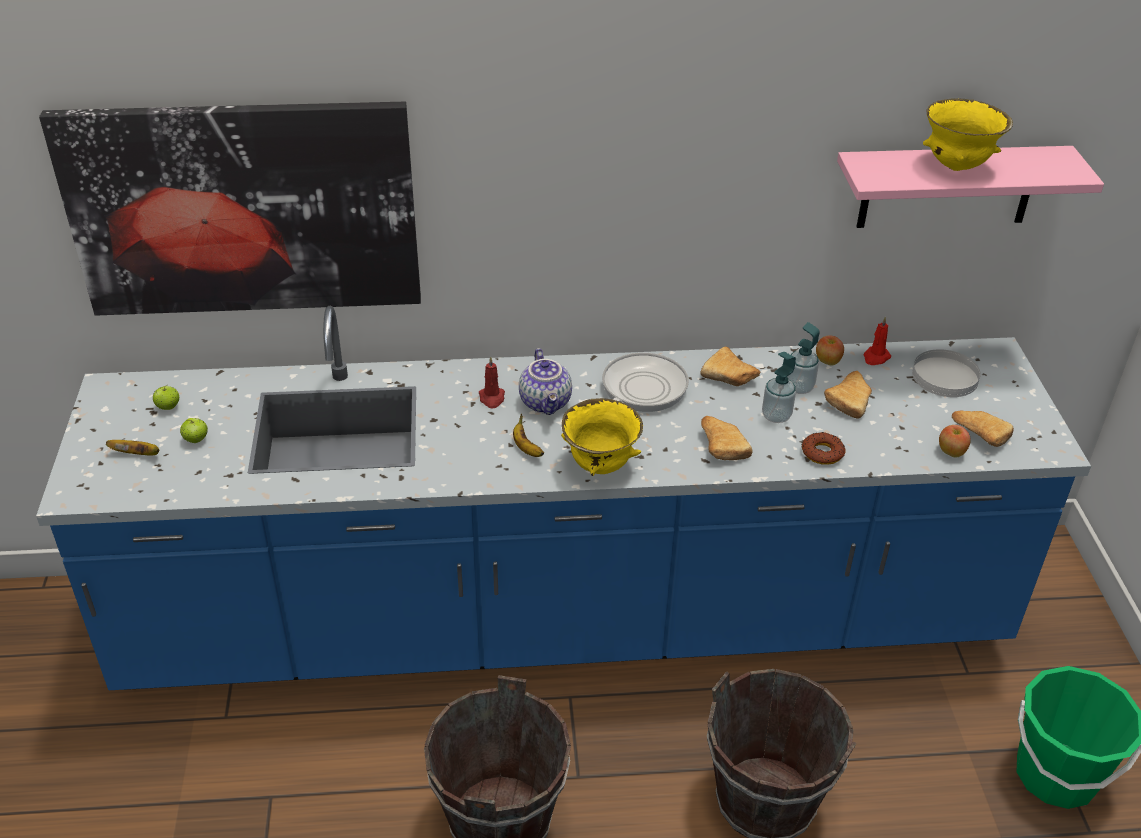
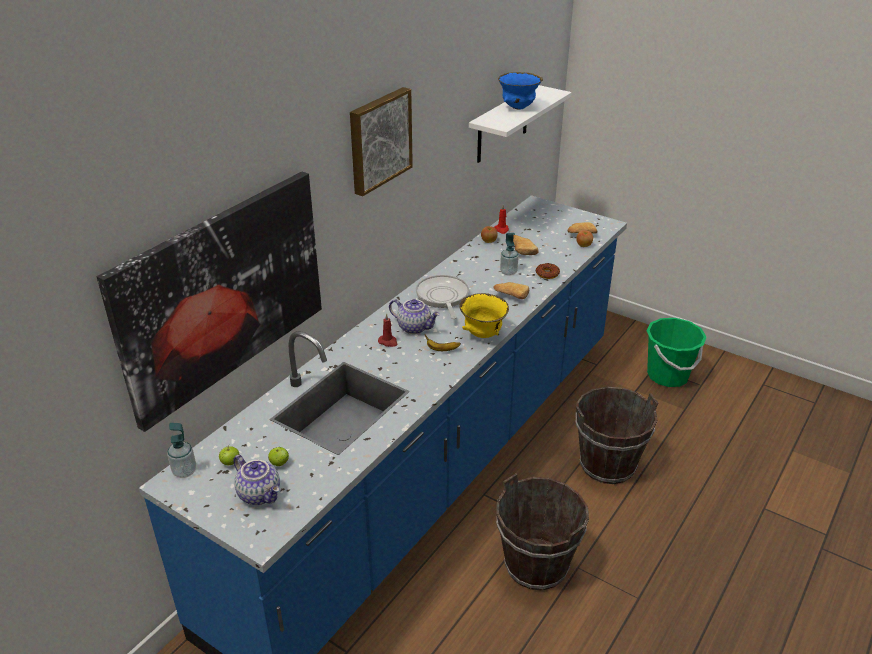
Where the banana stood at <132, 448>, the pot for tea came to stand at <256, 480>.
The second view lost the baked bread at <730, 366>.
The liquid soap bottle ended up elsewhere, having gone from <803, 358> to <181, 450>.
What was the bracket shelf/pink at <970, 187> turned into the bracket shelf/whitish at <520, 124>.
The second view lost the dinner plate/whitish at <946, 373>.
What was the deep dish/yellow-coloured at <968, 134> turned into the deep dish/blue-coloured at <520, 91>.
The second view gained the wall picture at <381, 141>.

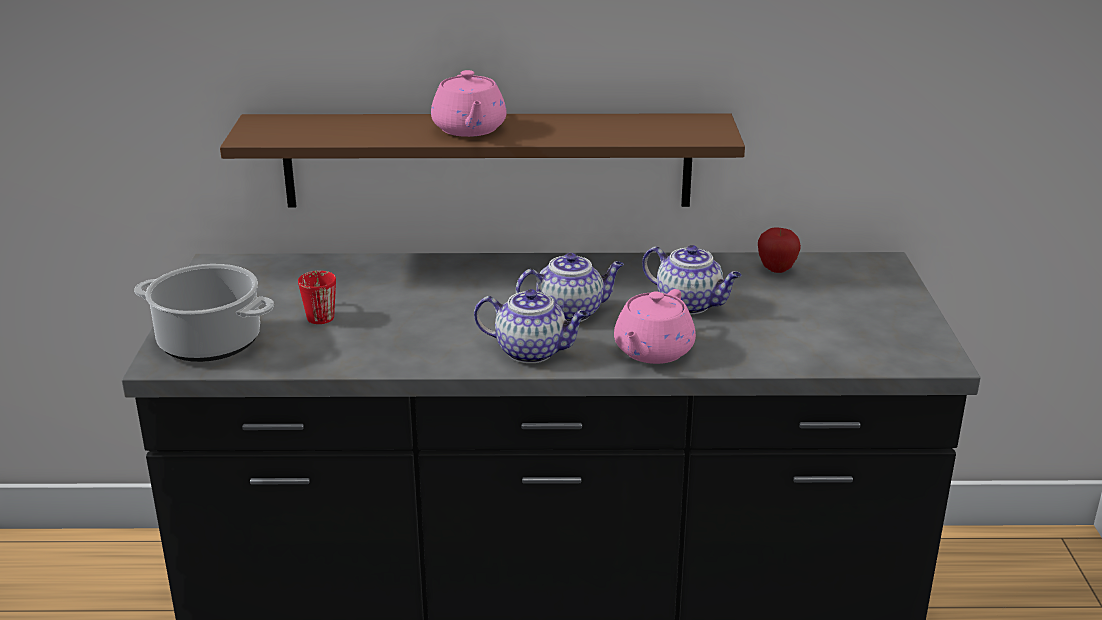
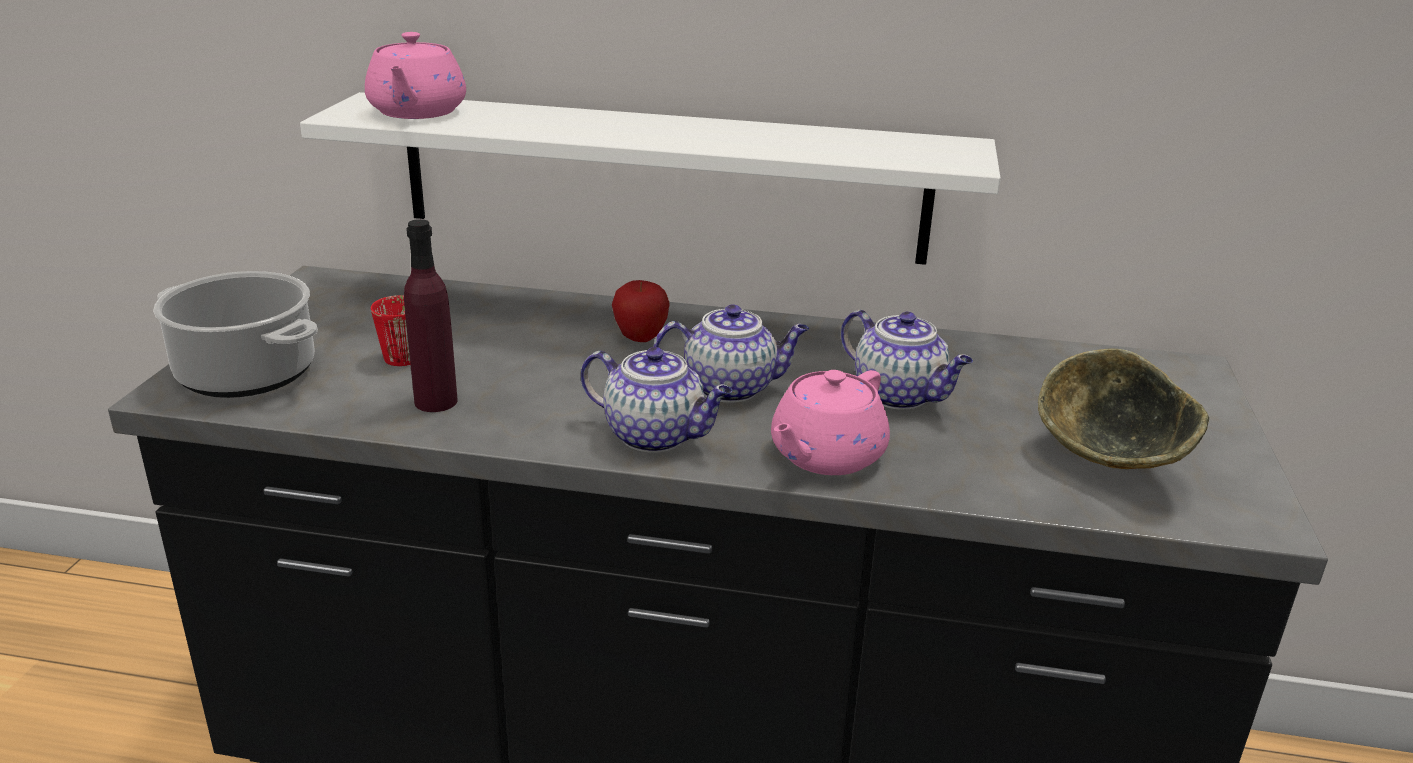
What was the bracket shelf/brown at <482, 160> turned into the bracket shelf/whitish at <650, 178>.
The pot for tea/pink ended up elsewhere, having gone from <469, 103> to <415, 75>.
The whole apple ended up elsewhere, having gone from <779, 250> to <641, 311>.
The second view gained the beverage bottle/purplish at <431, 315>.
The second view gained the deep dish at <1123, 409>.

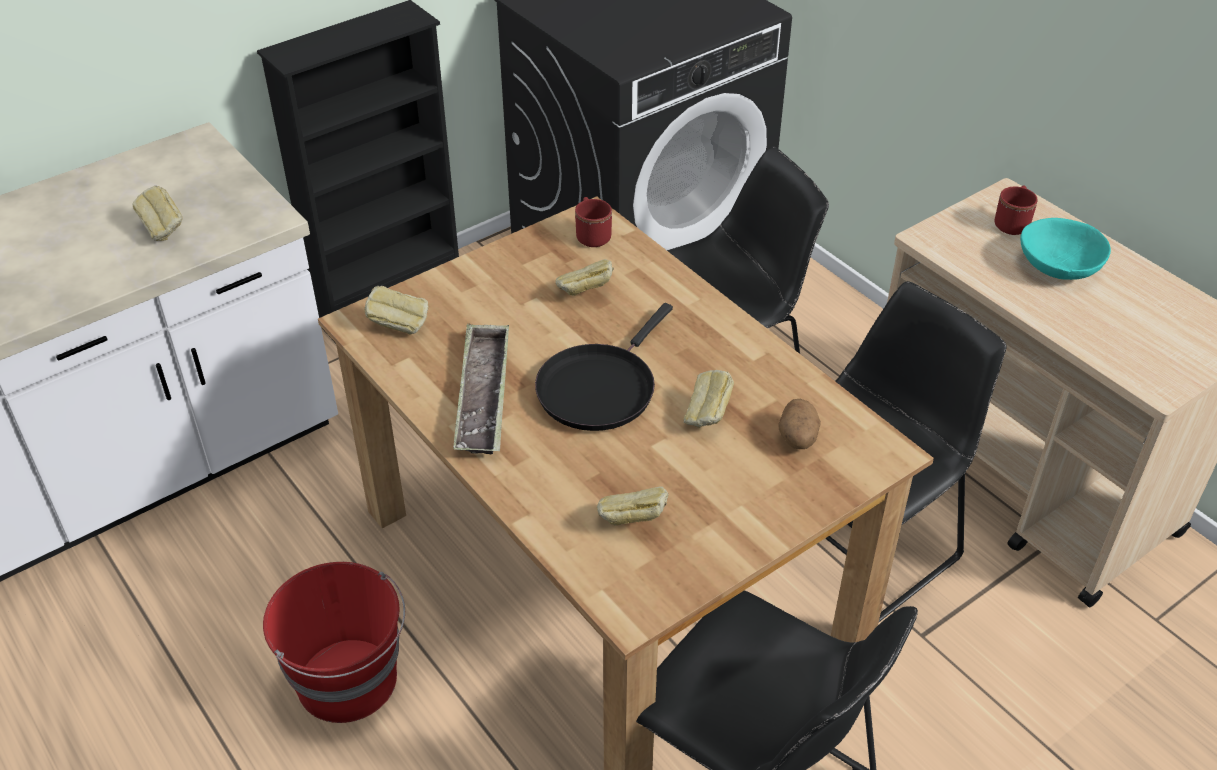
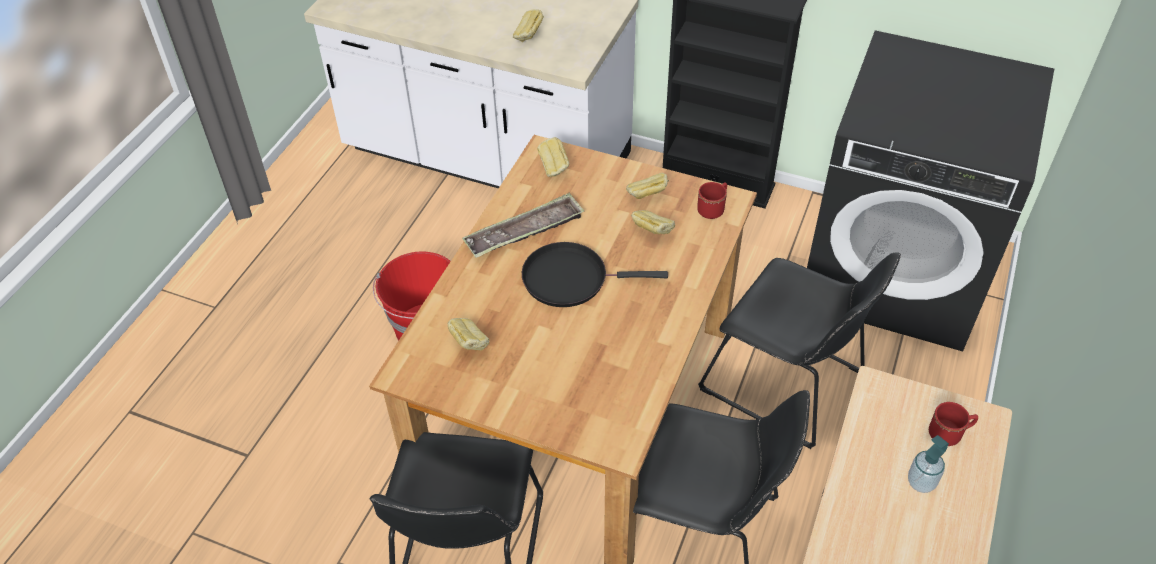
The baked bread ended up elsewhere, having gone from <709, 399> to <647, 186>.
The second view lost the potato at <799, 424>.
Where the deep dish/blue-green stood at <1065, 249>, the liquid soap bottle came to stand at <928, 464>.

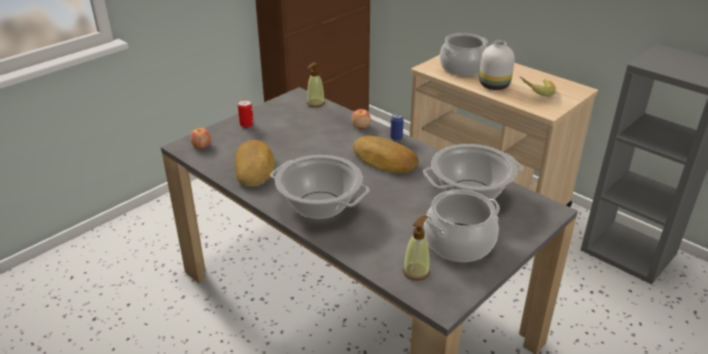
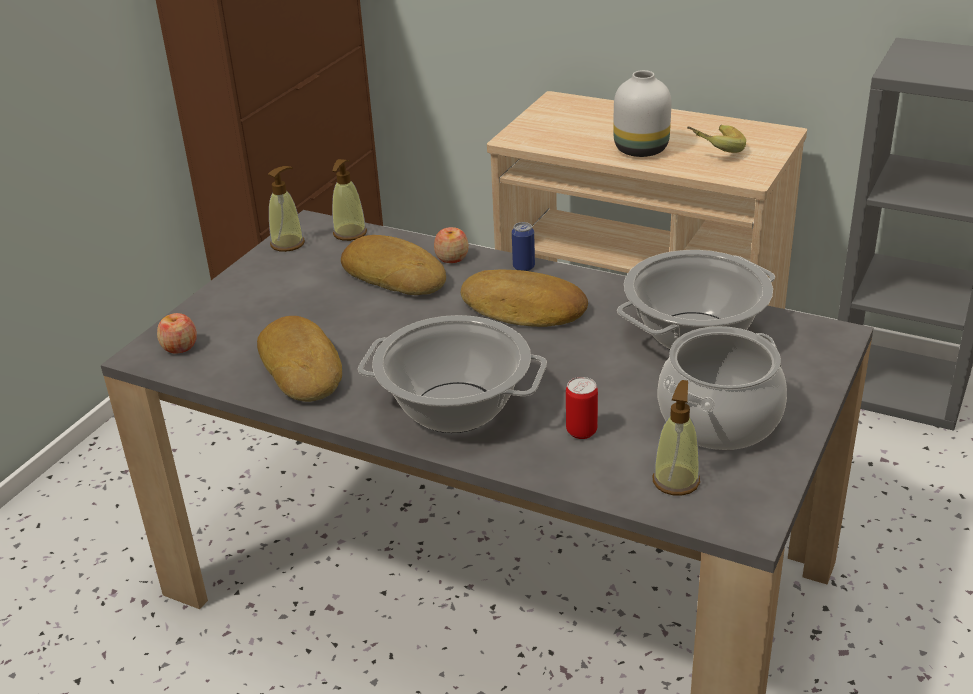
The metal can ended up elsewhere, having gone from <246, 114> to <582, 408>.
The second view lost the stockpot at <464, 54>.
The second view gained the liquid soap bottle at <286, 209>.
The second view gained the baked bread at <393, 265>.

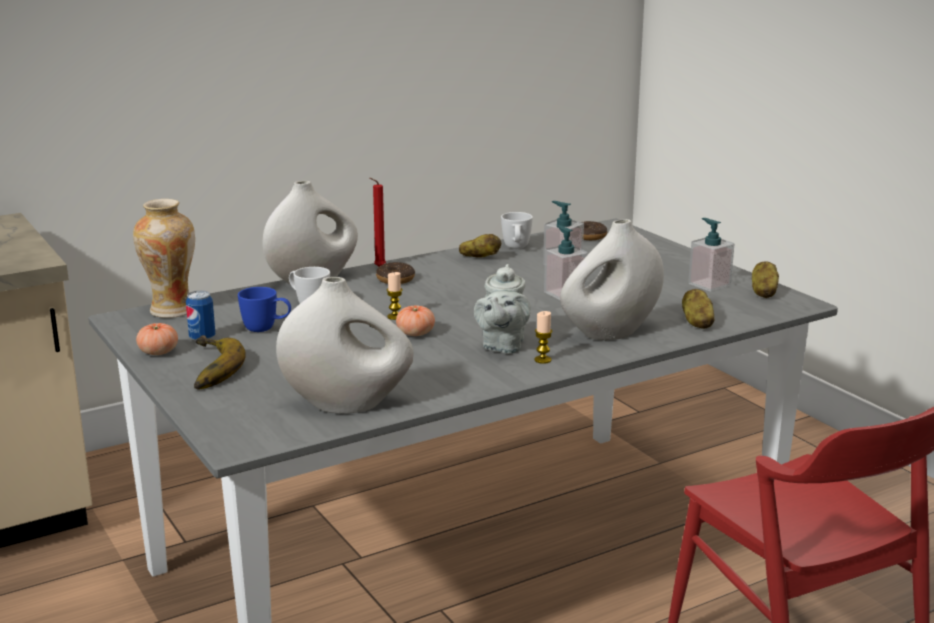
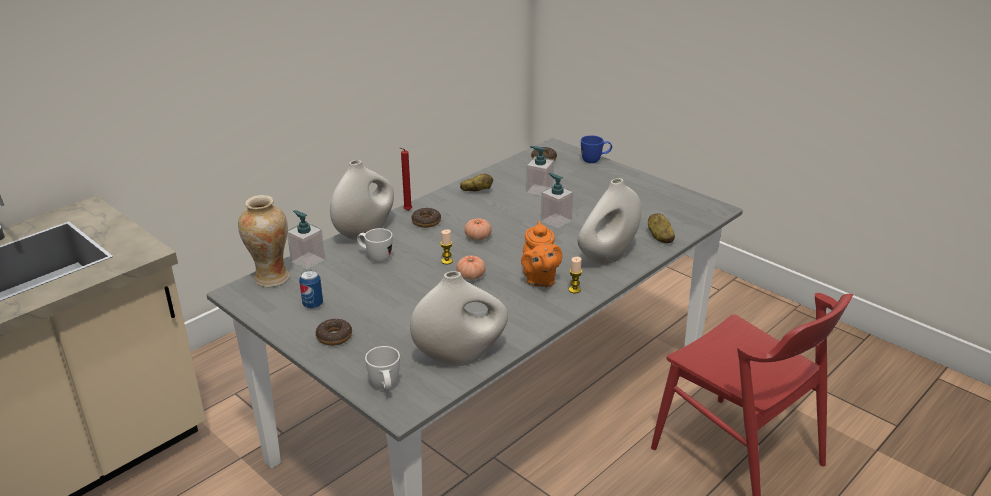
The whole tomato ended up elsewhere, having gone from <157, 339> to <478, 229>.
Where the banana stood at <220, 362>, the donut came to stand at <334, 332>.
The tea mug/blue-coloured ended up elsewhere, having gone from <264, 309> to <596, 149>.
What was the pot for tea/grey at <502, 309> turned into the pot for tea/orange-coloured at <541, 254>.
The tea mug/whitish ended up elsewhere, having gone from <517, 230> to <382, 367>.
The liquid soap bottle ended up elsewhere, having gone from <711, 255> to <306, 240>.
The second view lost the potato at <765, 279>.

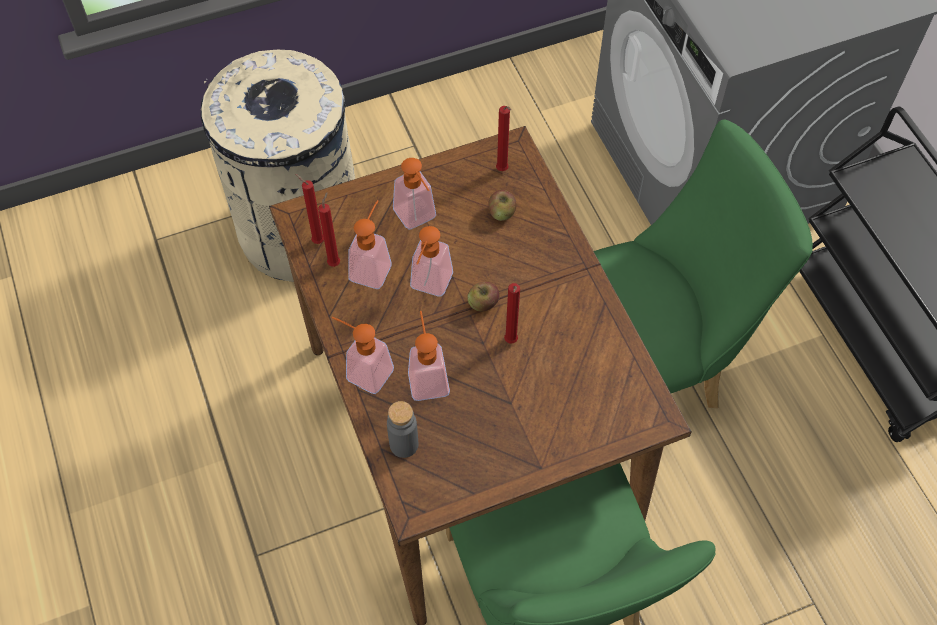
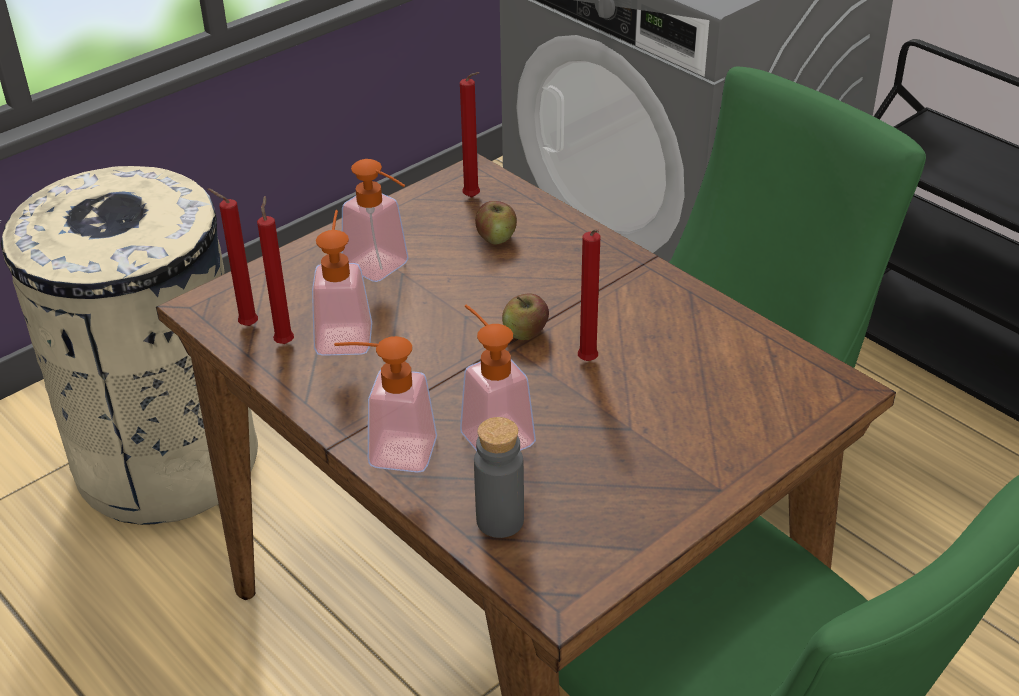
The second view lost the liquid soap bottle at <431, 261>.

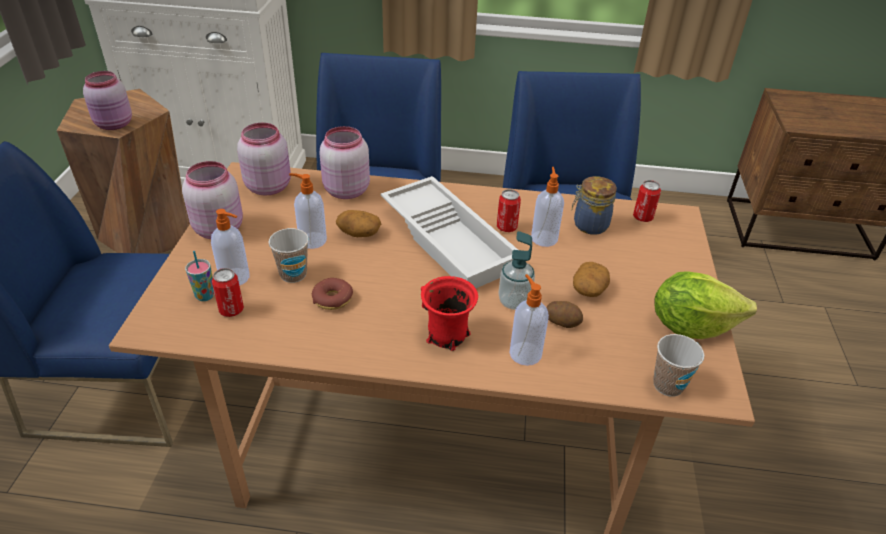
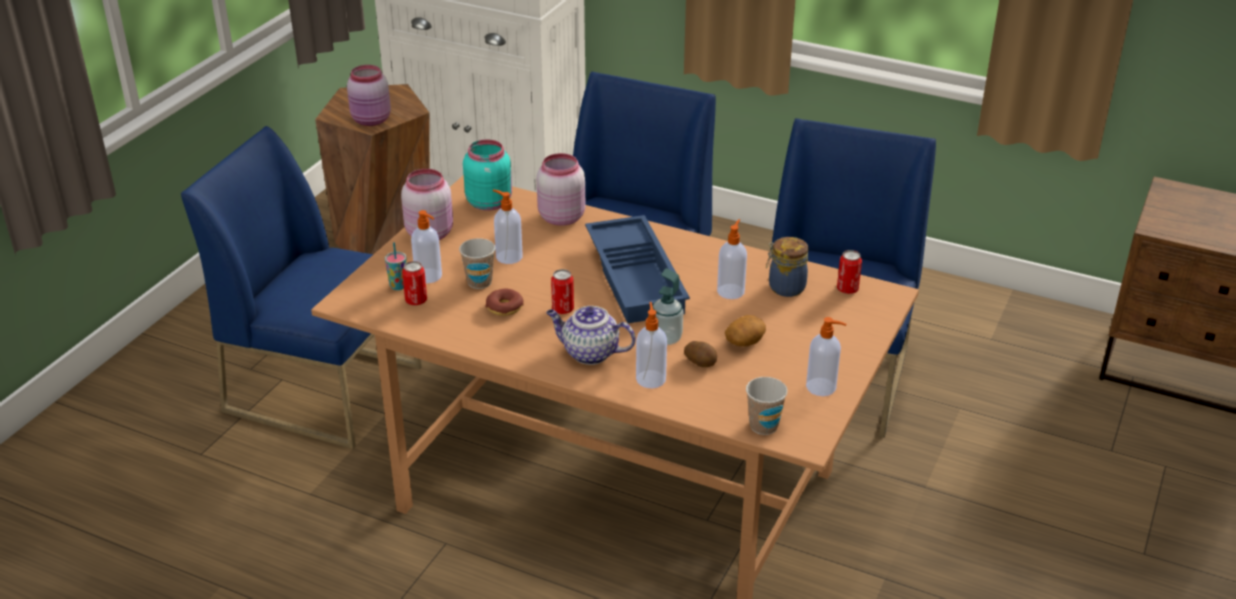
What was the storage jar/pink at <264, 159> turned into the storage jar/blue-green at <487, 175>.
The second view lost the potato at <358, 223>.
What was the tray/whitish at <449, 232> turned into the tray/blue-coloured at <637, 269>.
Where the tea mug/red stood at <449, 313>, the pot for tea came to stand at <591, 335>.
The metal can ended up elsewhere, having gone from <509, 210> to <562, 291>.
Where the lettuce head stood at <705, 305>, the liquid soap bottle came to stand at <826, 356>.

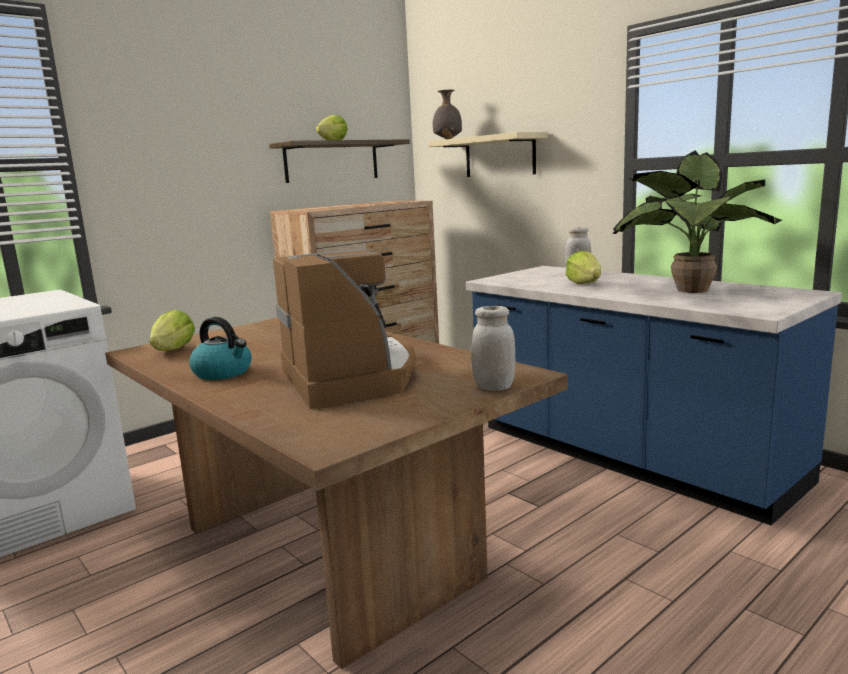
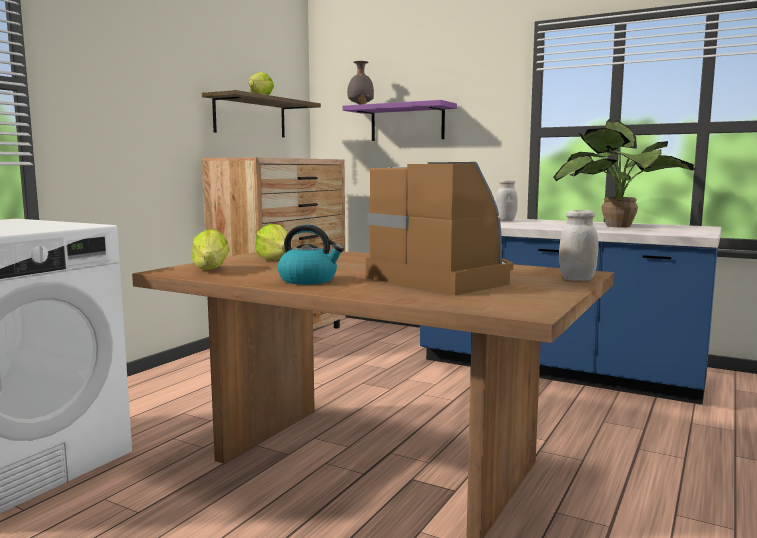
What was the bracket shelf/beige at <488, 154> turned into the bracket shelf/purplish at <400, 120>.
The lettuce head ended up elsewhere, having gone from <583, 267> to <273, 242>.

